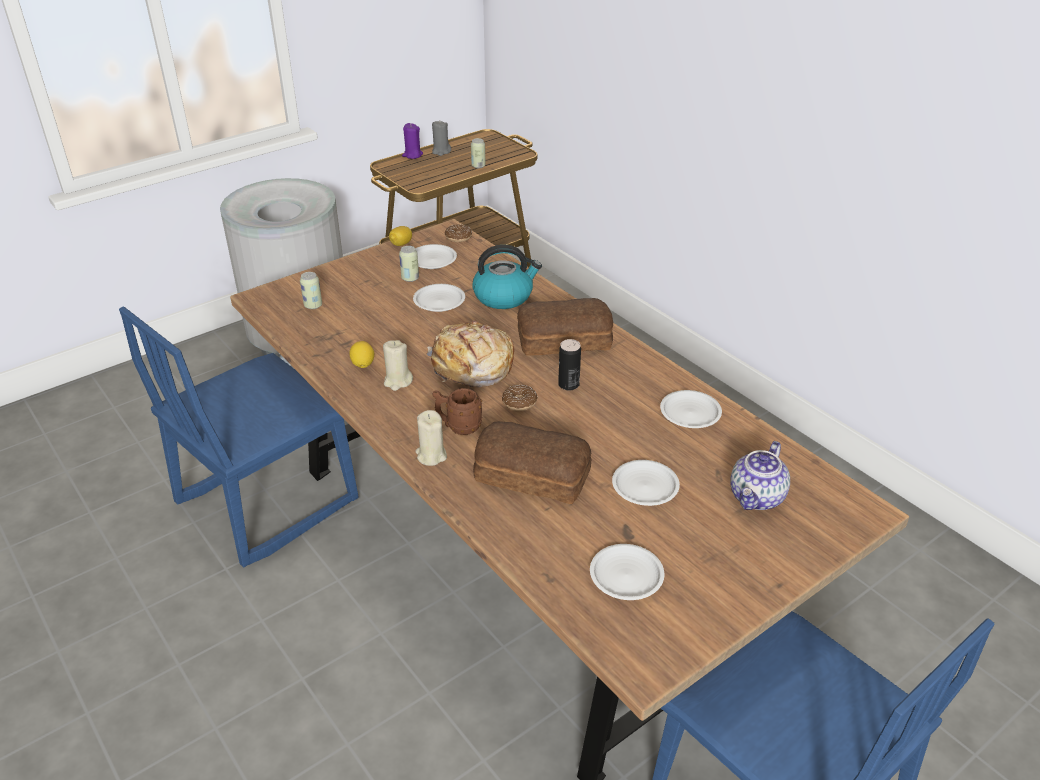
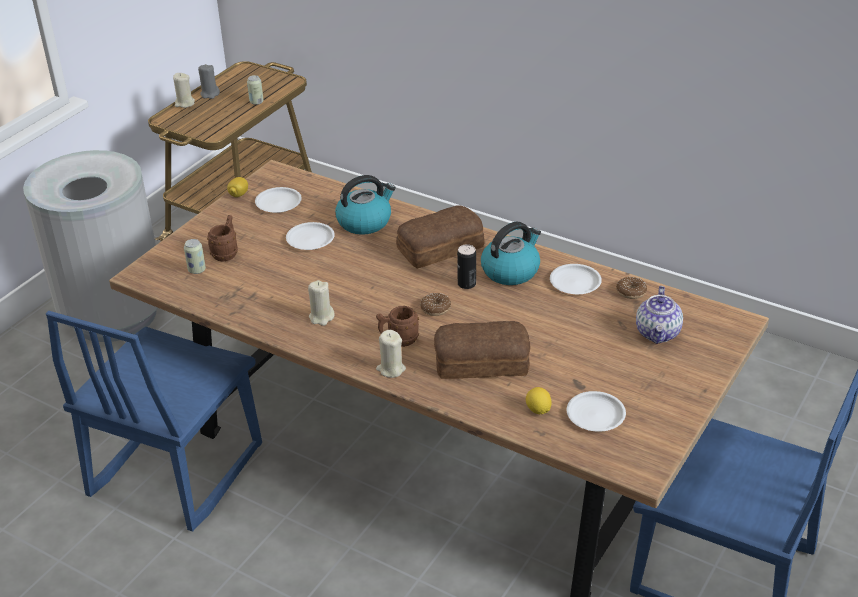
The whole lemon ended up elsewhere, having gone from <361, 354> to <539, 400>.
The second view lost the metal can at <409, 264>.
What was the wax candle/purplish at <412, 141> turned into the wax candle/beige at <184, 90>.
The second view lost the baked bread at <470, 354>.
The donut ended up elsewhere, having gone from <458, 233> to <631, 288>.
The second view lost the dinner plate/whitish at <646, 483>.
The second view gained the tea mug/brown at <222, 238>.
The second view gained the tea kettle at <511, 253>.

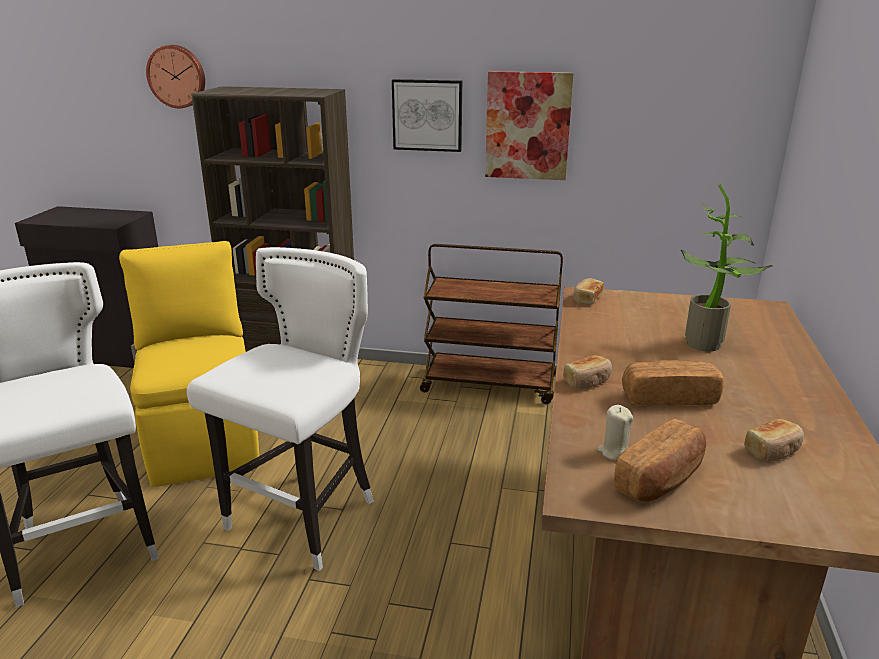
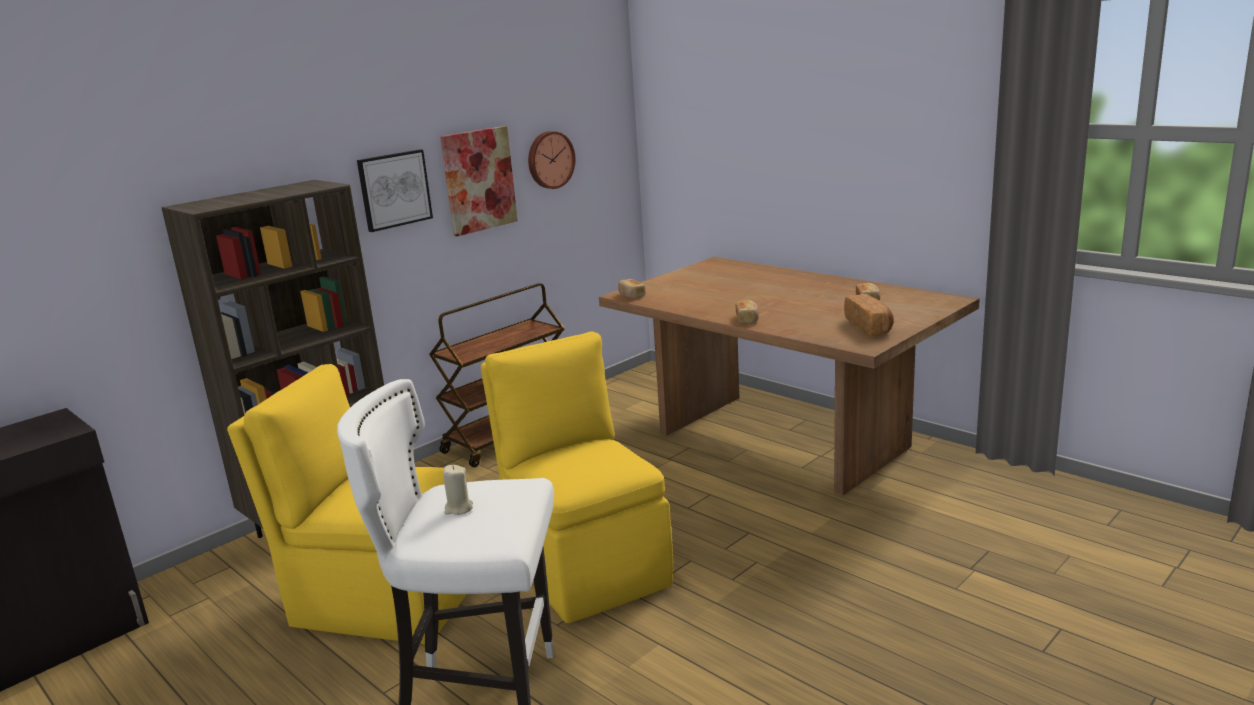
The clock on the wall ended up elsewhere, having gone from <175, 76> to <551, 160>.
Where the stool/whitish stood at <280, 409>, the upright chair/yellow-coloured came to stand at <577, 477>.
The wax candle/beige ended up elsewhere, having gone from <615, 433> to <458, 490>.
The second view lost the baked bread at <673, 383>.
The second view lost the plant in a pot at <726, 267>.

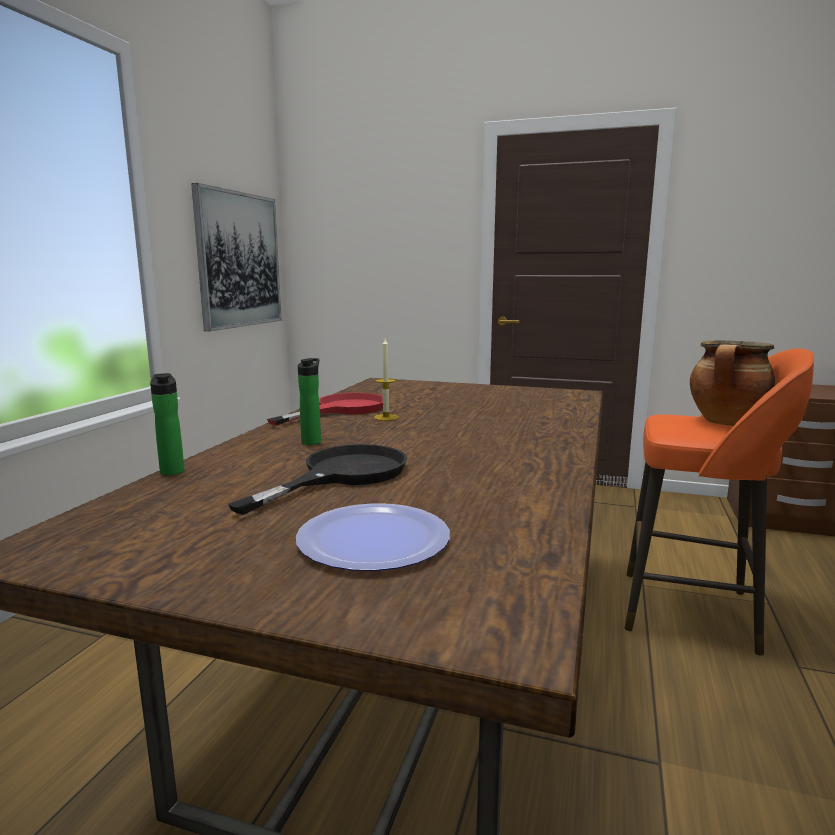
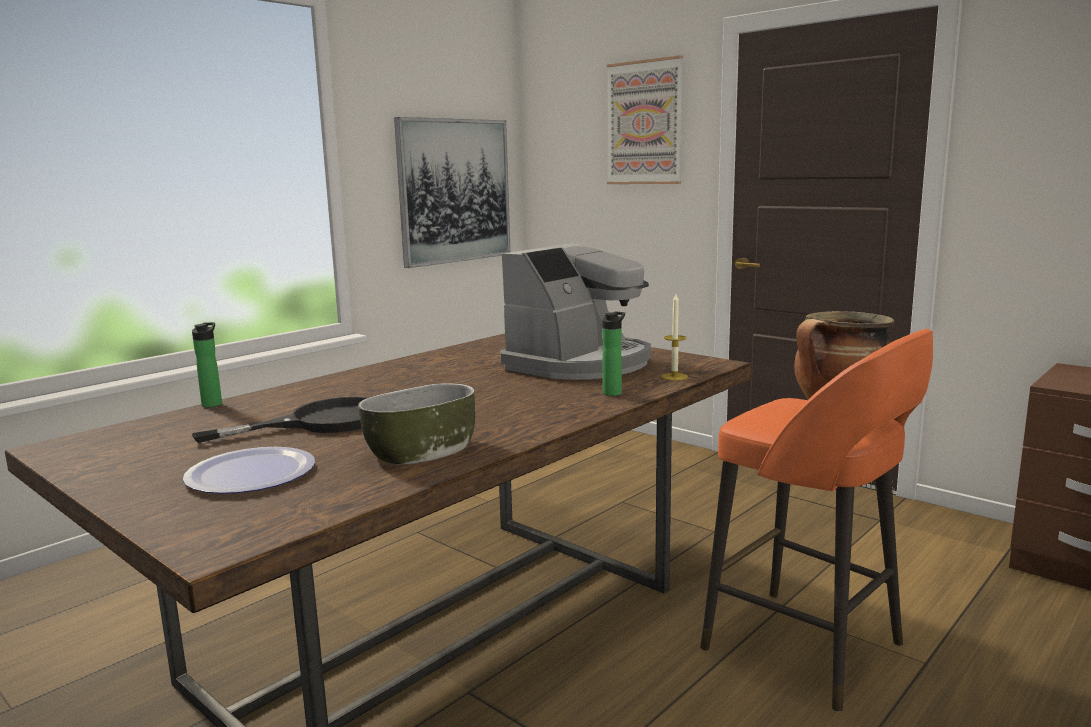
The second view lost the pan/red at <325, 409>.
The beverage bottle ended up elsewhere, having gone from <309, 401> to <613, 354>.
The wax candle ended up elsewhere, having gone from <386, 380> to <675, 337>.
The second view gained the deep dish at <416, 423>.
The second view gained the coffee brewer at <575, 311>.
The second view gained the wall picture at <644, 119>.

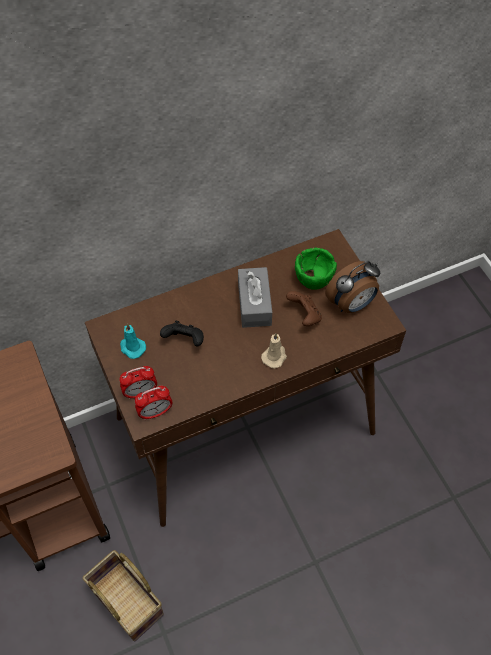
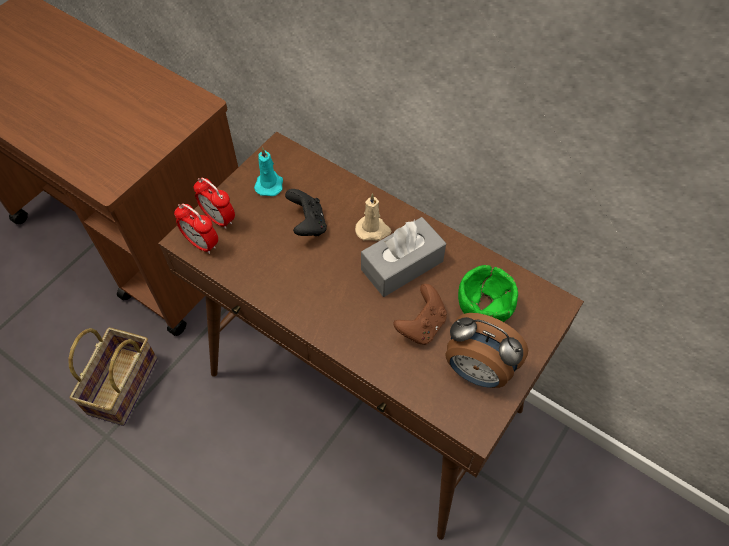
The wax candle/beige ended up elsewhere, having gone from <274, 350> to <373, 217>.

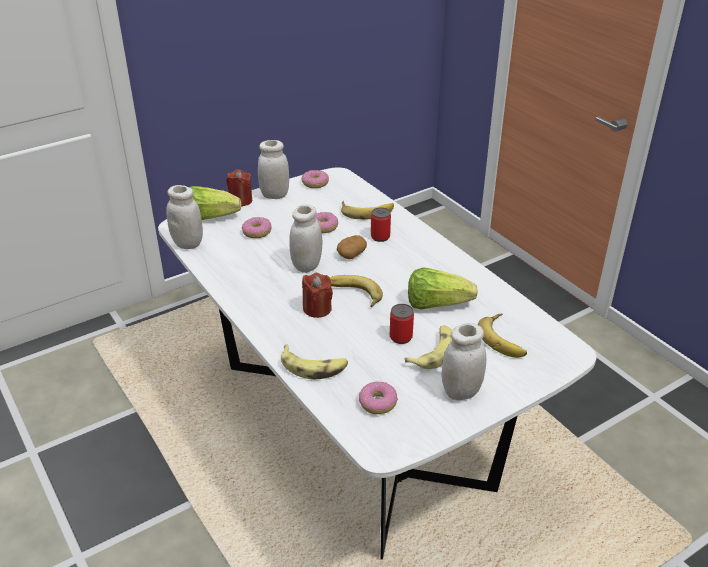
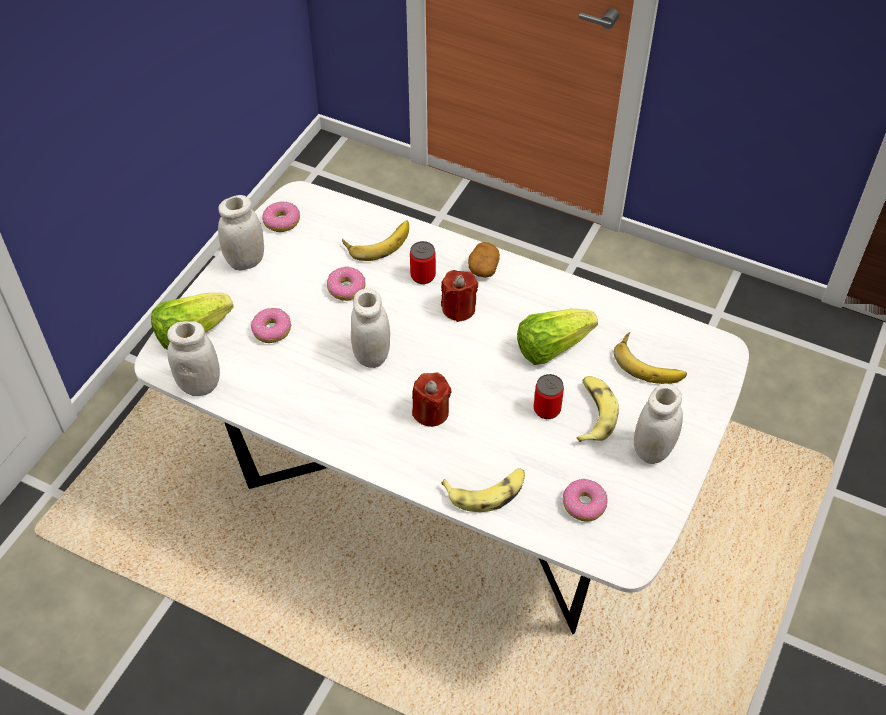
The wax candle/red ended up elsewhere, having gone from <239, 187> to <459, 296>.
The second view lost the banana at <356, 291>.
The potato ended up elsewhere, having gone from <352, 247> to <484, 260>.

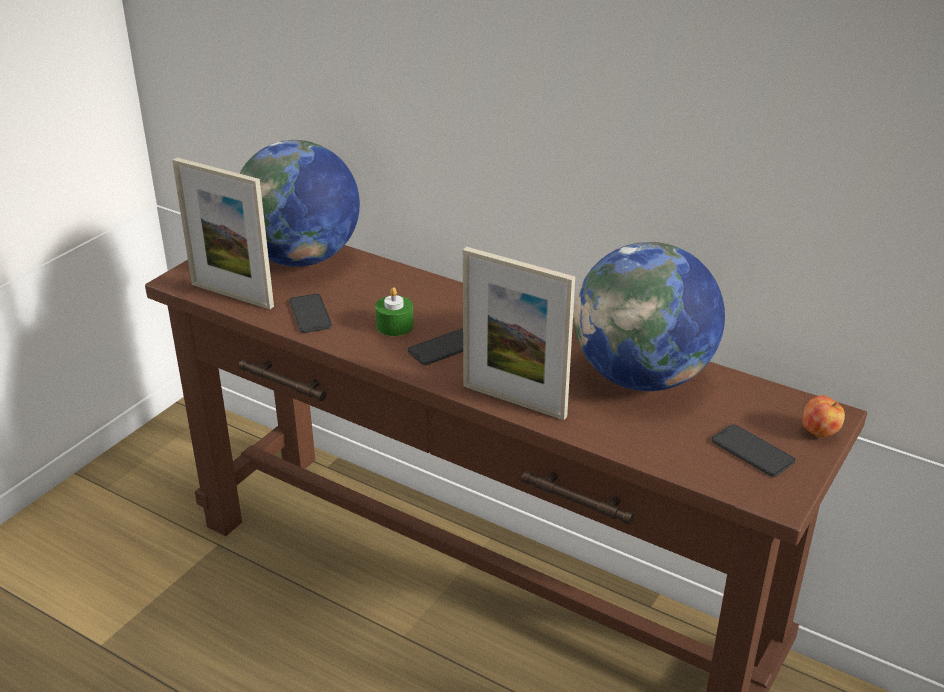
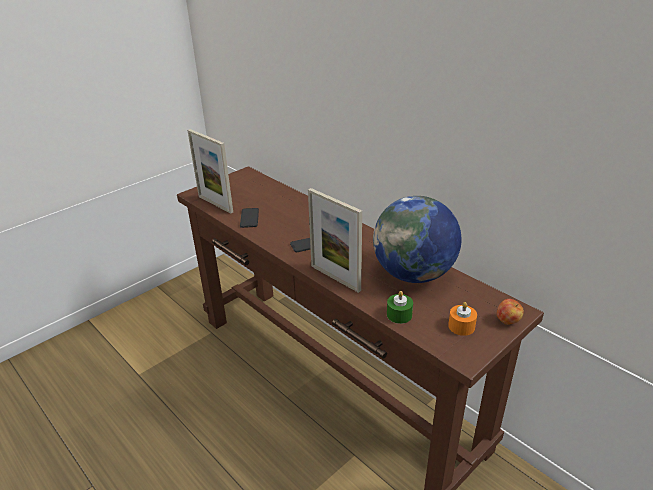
The second view lost the globe at <299, 203>.
The wax candle/greenish ended up elsewhere, having gone from <394, 311> to <400, 307>.
Where the handset stood at <753, 450>, the wax candle/orange-coloured came to stand at <462, 319>.

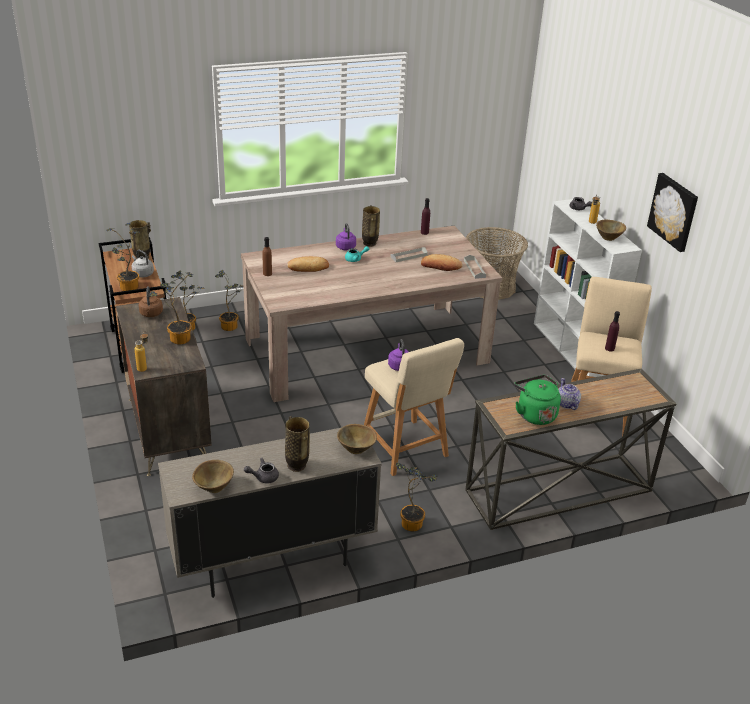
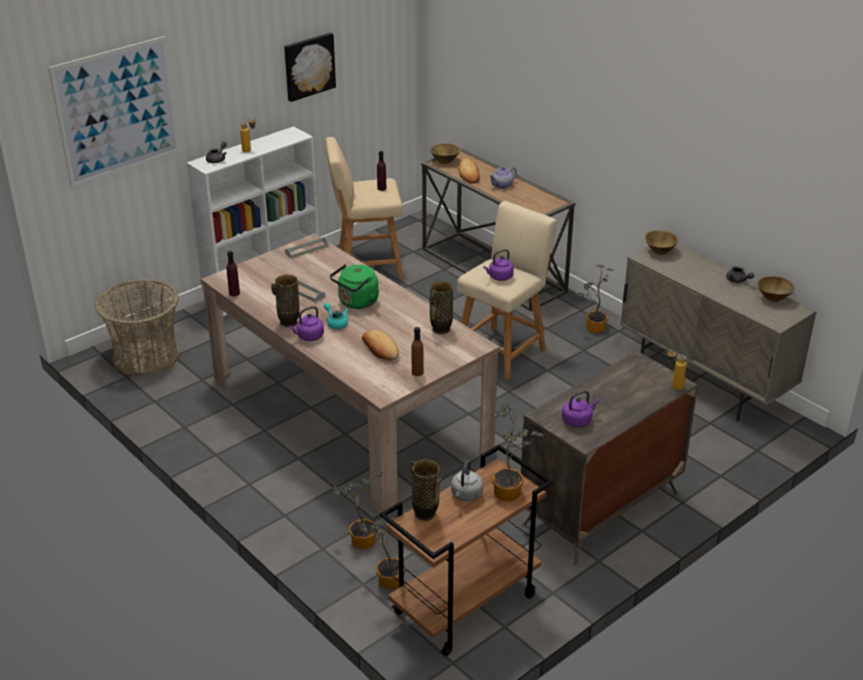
What was the tea kettle/brown at <151, 301> turned into the tea kettle/purplish at <580, 408>.
The second view lost the plant in a pot at <171, 308>.
The decorative vase ended up elsewhere, having gone from <297, 444> to <441, 307>.
The baked bread ended up elsewhere, having gone from <442, 262> to <469, 170>.
The tea kettle/greenish ended up elsewhere, having gone from <537, 400> to <354, 286>.
The deep dish/brown ended up elsewhere, having gone from <611, 230> to <445, 153>.
The second view gained the wall picture at <114, 112>.

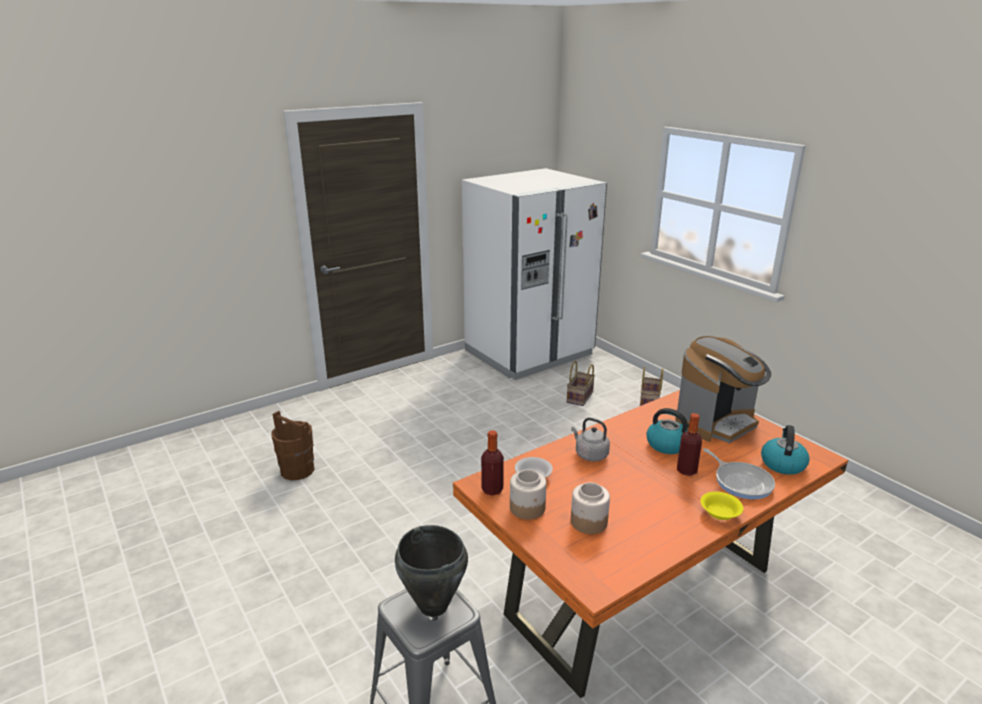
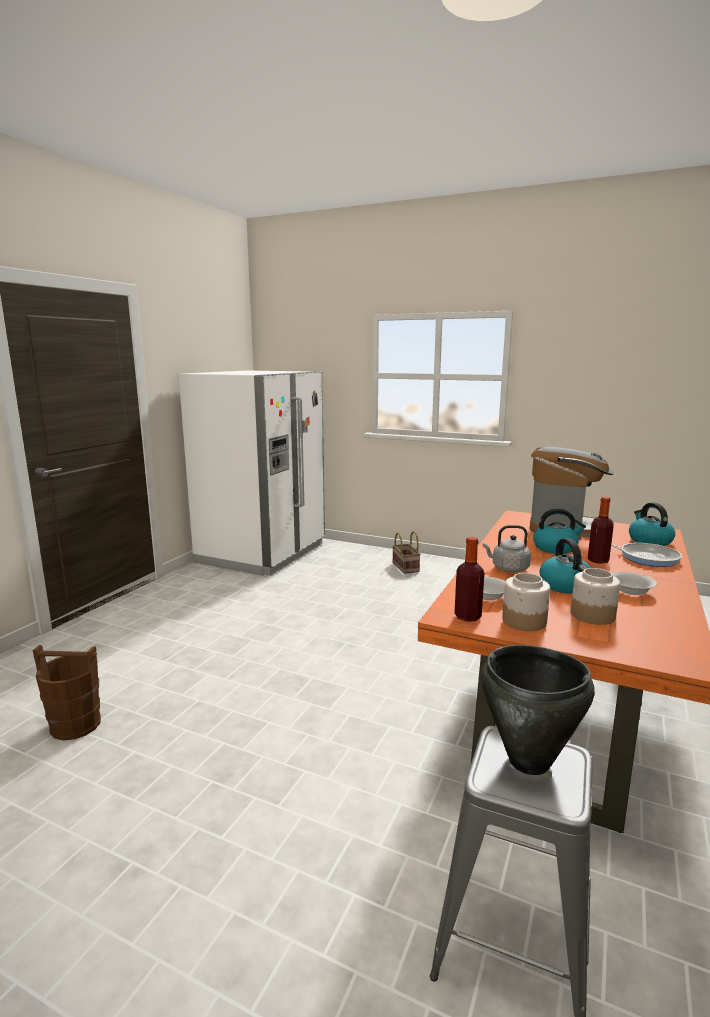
The second view lost the household basket at <581, 383>.
The second view lost the deep dish/yellow-coloured at <721, 506>.
The second view gained the tea kettle at <565, 566>.
The second view gained the deep dish/whitish at <634, 583>.

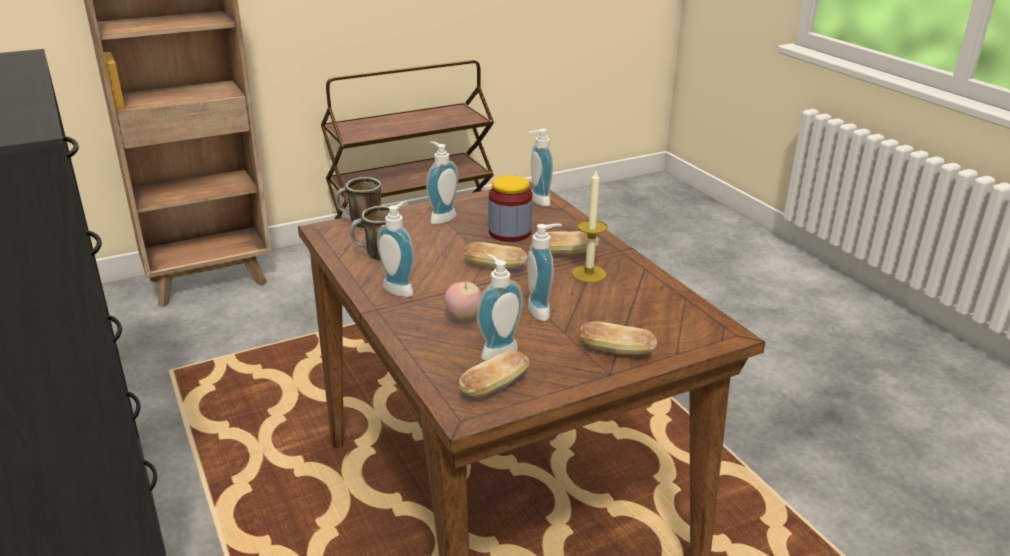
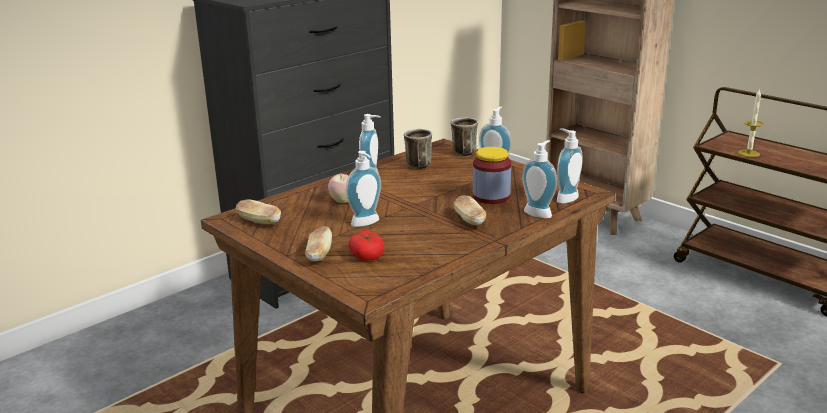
The second view lost the baked bread at <495, 255>.
The liquid soap bottle ended up elsewhere, having gone from <500, 307> to <539, 179>.
The wax candle ended up elsewhere, having gone from <590, 226> to <750, 122>.
The second view gained the whole tomato at <366, 245>.

